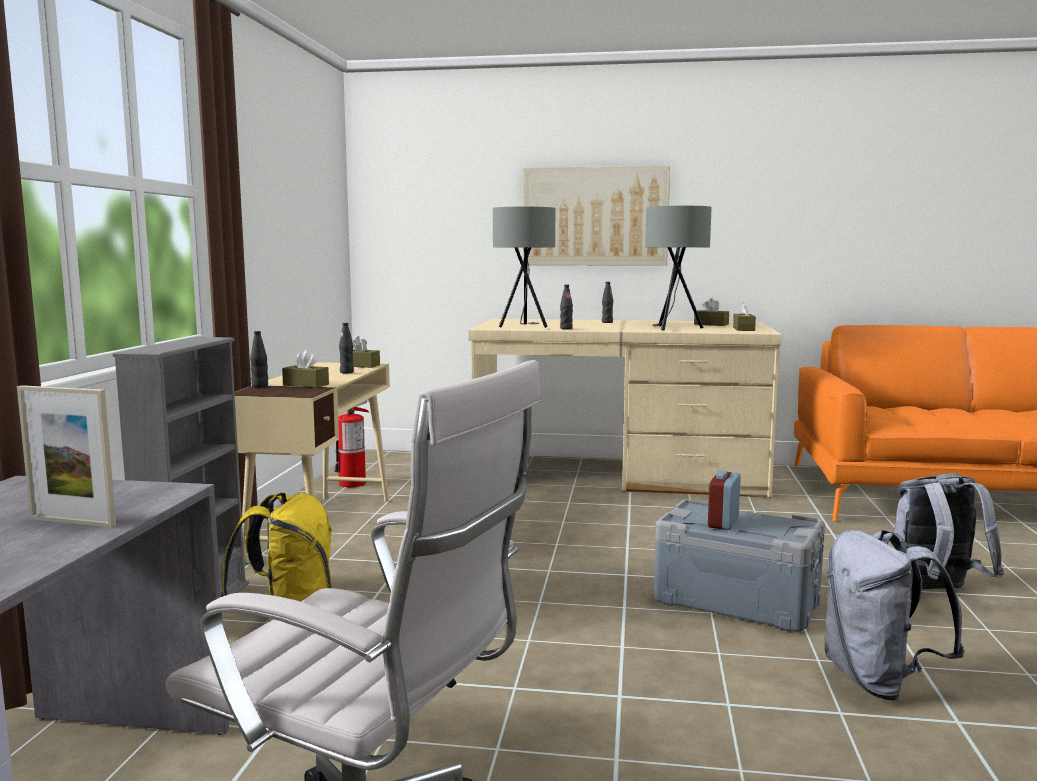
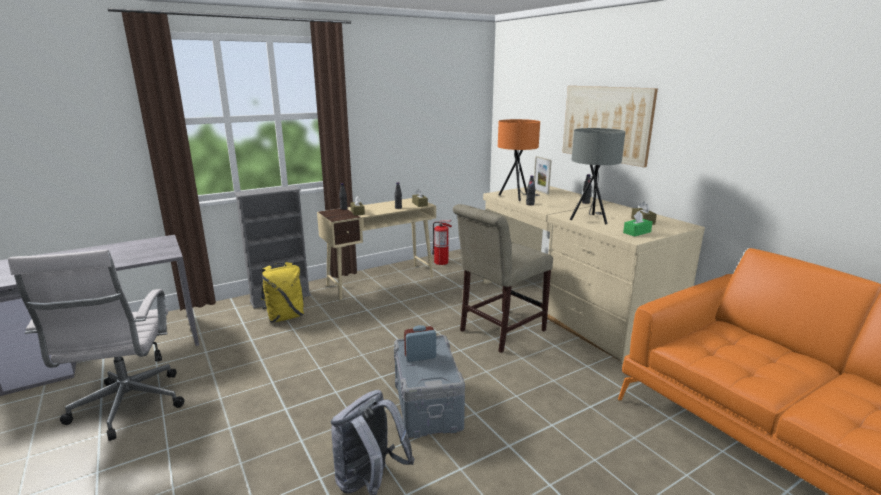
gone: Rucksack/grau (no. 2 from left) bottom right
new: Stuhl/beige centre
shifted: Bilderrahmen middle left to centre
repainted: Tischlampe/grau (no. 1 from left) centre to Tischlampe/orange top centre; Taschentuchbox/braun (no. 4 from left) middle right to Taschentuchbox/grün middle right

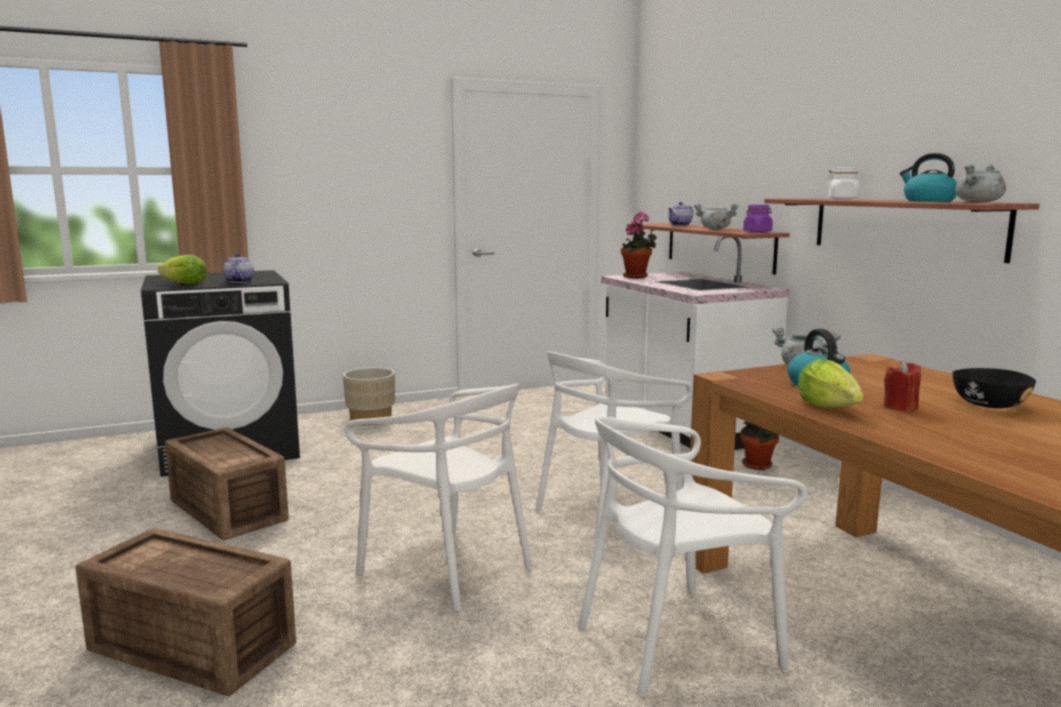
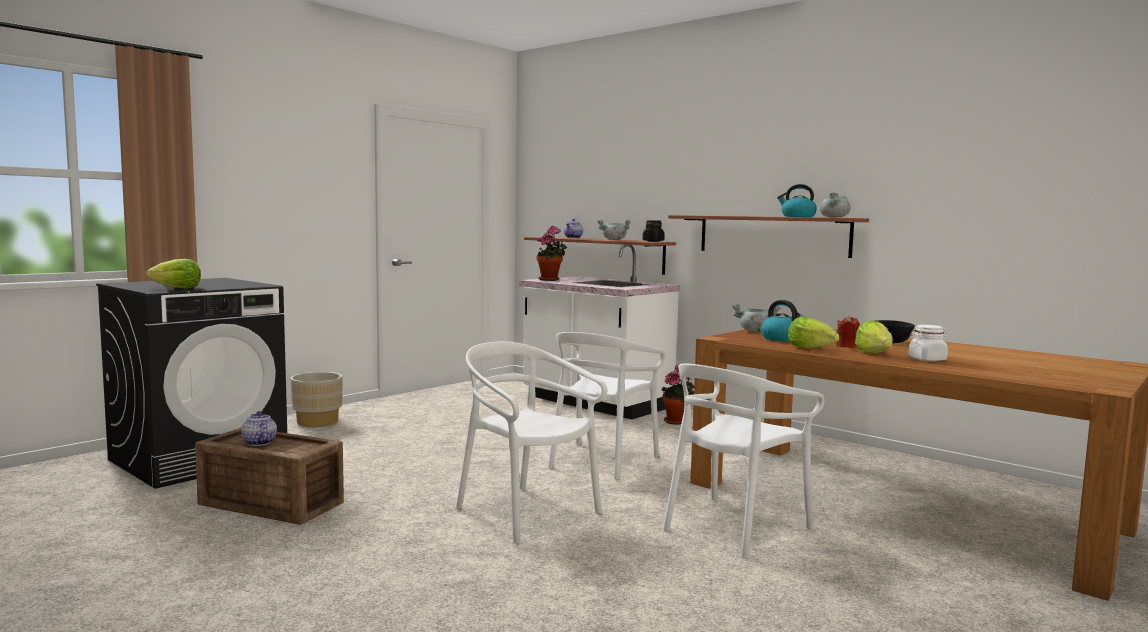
gone: Kiste (no. 1 from left) bottom left
new: Salatkopf (no. 3 from left) middle right
shifted: Vorratsglas/weiß top right to middle right; Teekanne (no. 1 from left) middle left to bottom left
repainted: Vorratsglas/lila top right to Vorratsglas/schwarz centre
rotated: Stuhl/weiß (no. 1 from left) bottom centre = bottom centre 150 degrees counterclockwise

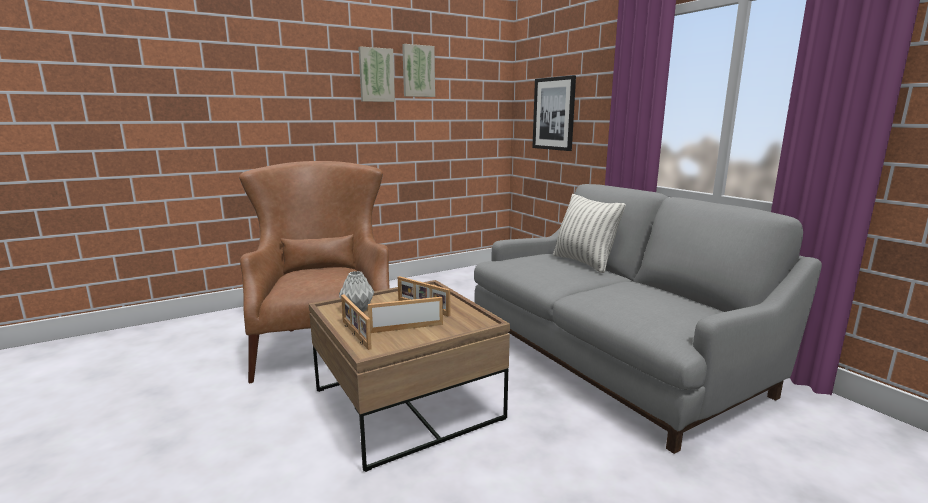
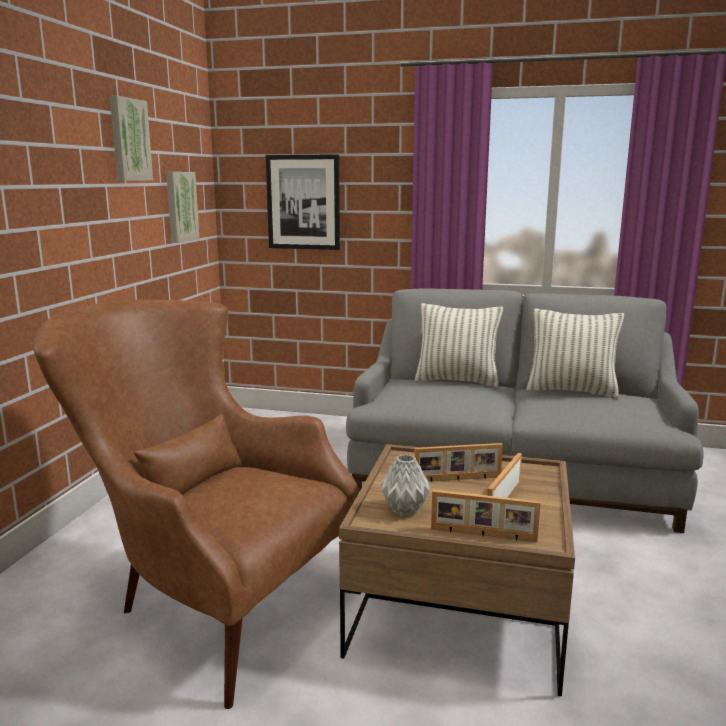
new: Kissen (no. 2 from left) middle right
shifted: Bild (no. 1 from left in the first image) top centre to Bild (no. 2 from left) top left

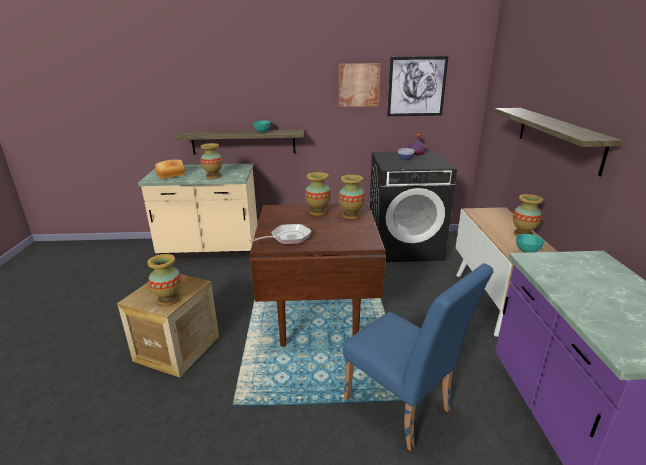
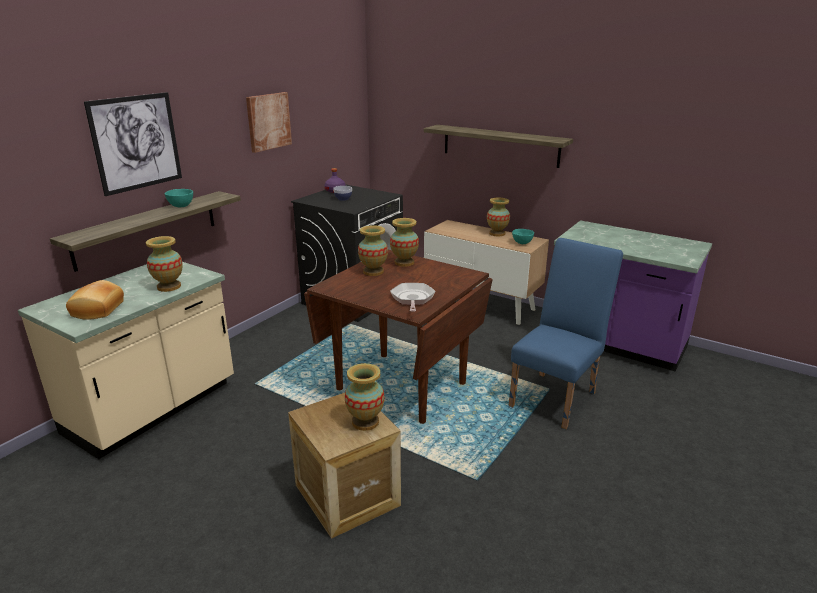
shifted: Bild (no. 2 from left in the first image) top centre to Bild (no. 1 from left) top left
rotated: Stuhl/blau bottom centre = middle right 45 degrees counterclockwise

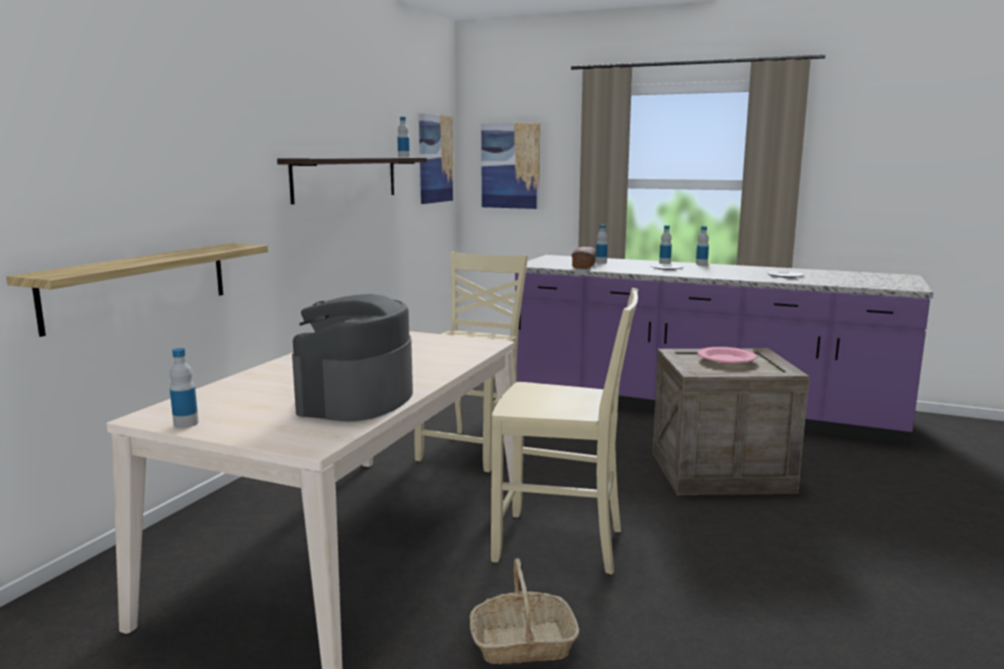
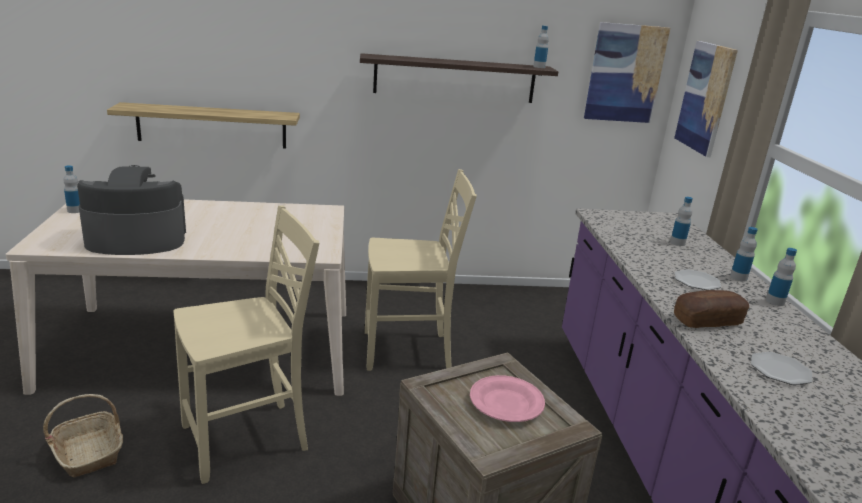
shifted: Brot centre to middle right
rotated: Stuhl/beige (no. 2 from left in the first image) centre = bottom left 105 degrees counterclockwise

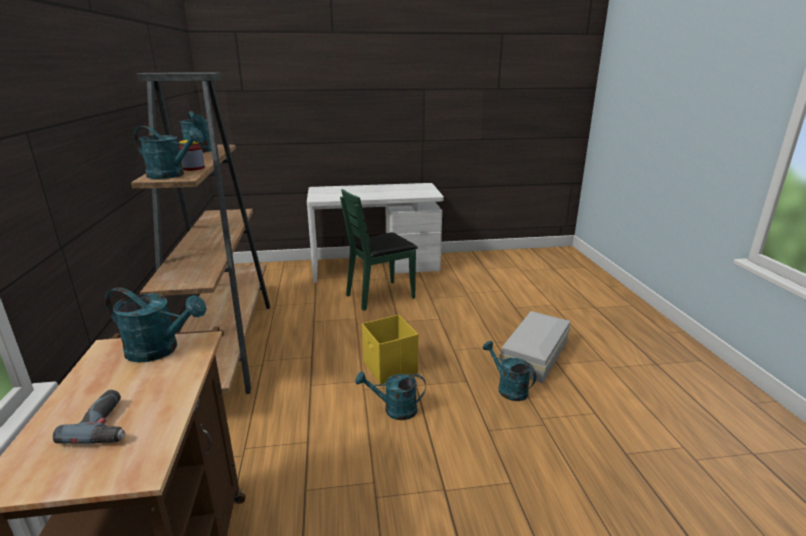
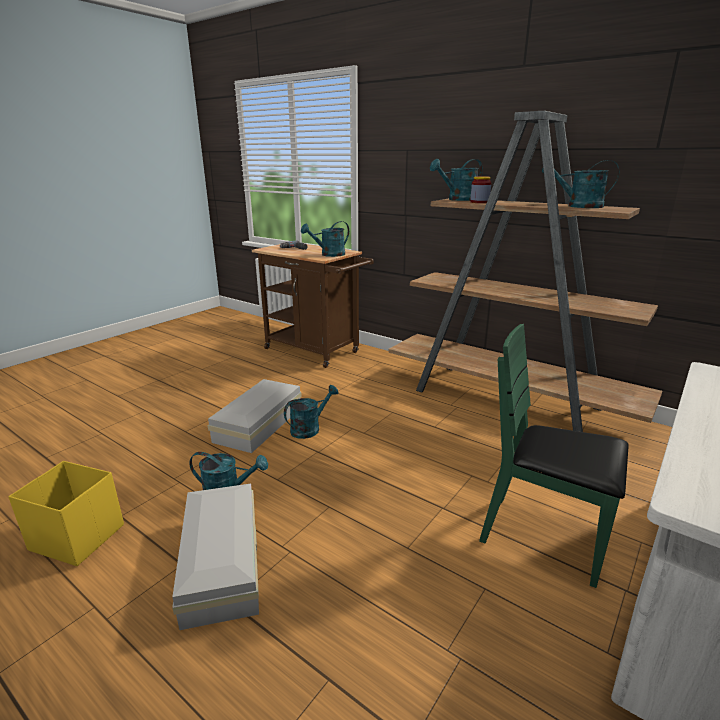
new: Aufbewahrungsbox/weiß (no. 2 from left) centre
shifted: Aufbewahrungsbox/gelb centre to bottom left
rotated: Stuhl/grün centre = middle right 75 degrees counterclockwise

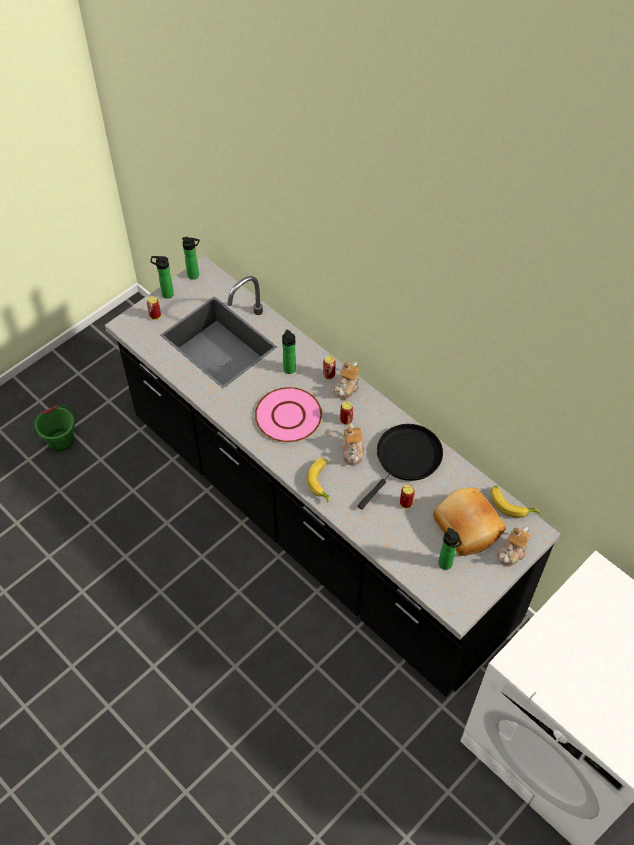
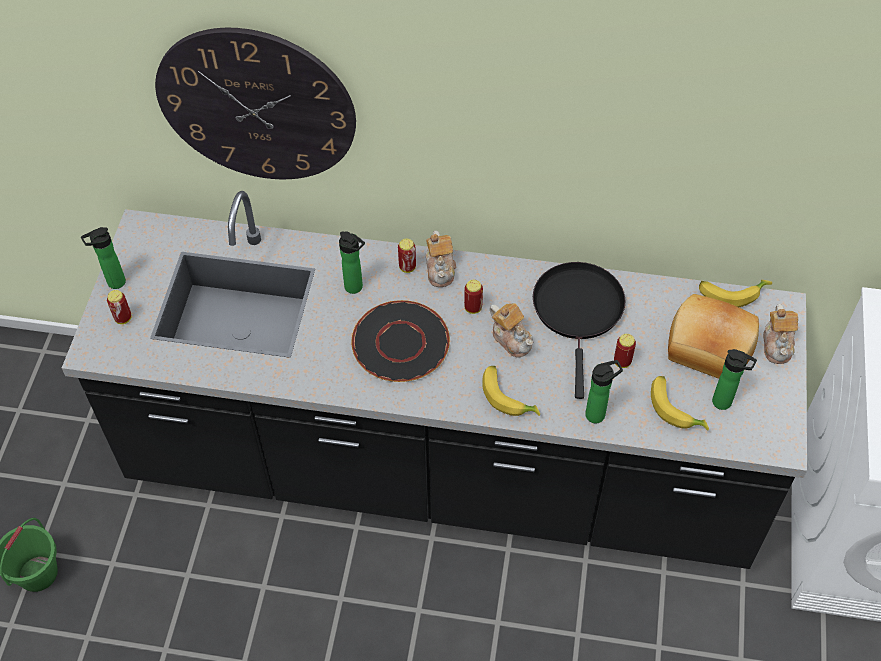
new: Wanduhr top left; Banane (no. 2 from left) middle right
shifted: Flasche (no. 2 from left in the first image) top left to Flasche (no. 3 from left) middle right
repainted: Teller/rosa centre to Teller/schwarz centre

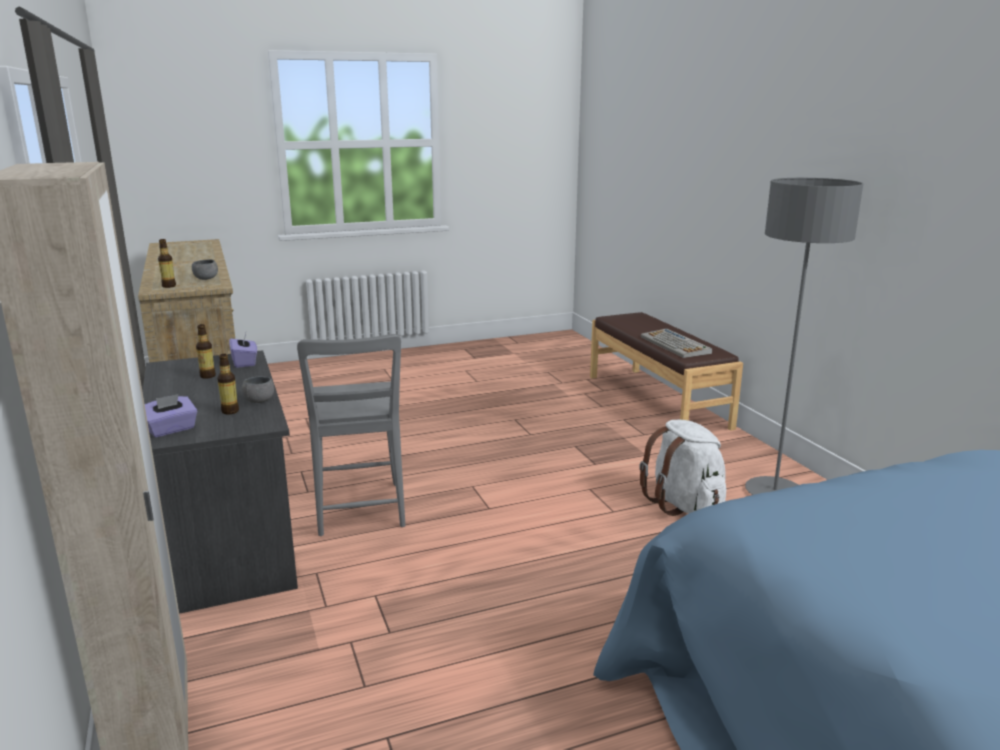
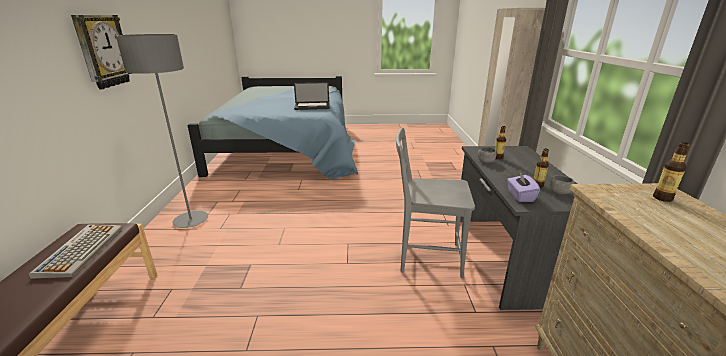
gone: Taschentuchbox/lila (no. 1 from left) middle left; Rucksack/weiß middle right
new: Wanduhr top left; Laptop top centre
shifted: Schüssel/grau (no. 1 from left in the first image) middle left to Schüssel/grau (no. 2 from left) middle right
rotated: Stuhl/grau centre = centre 90 degrees counterclockwise

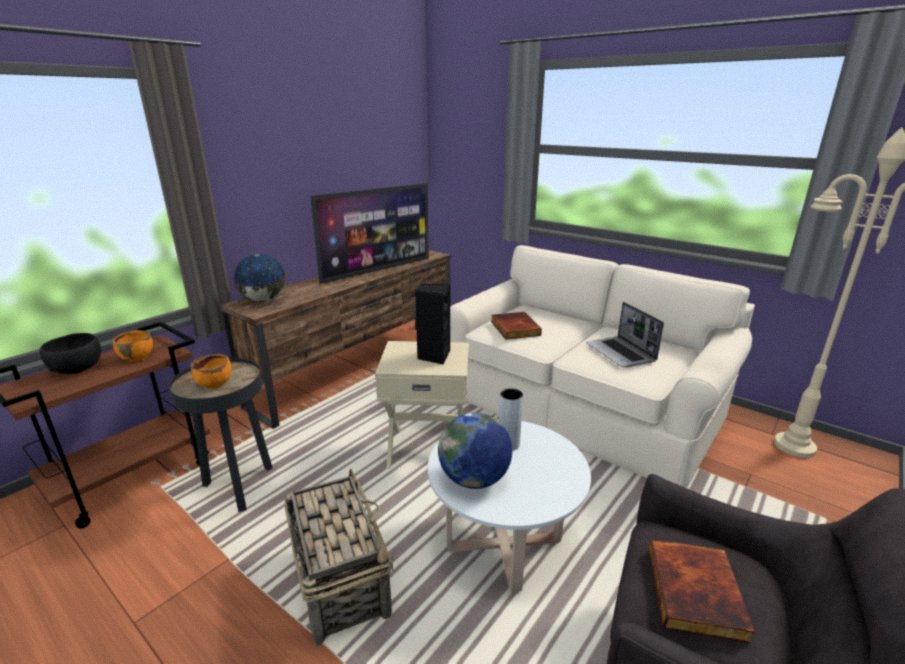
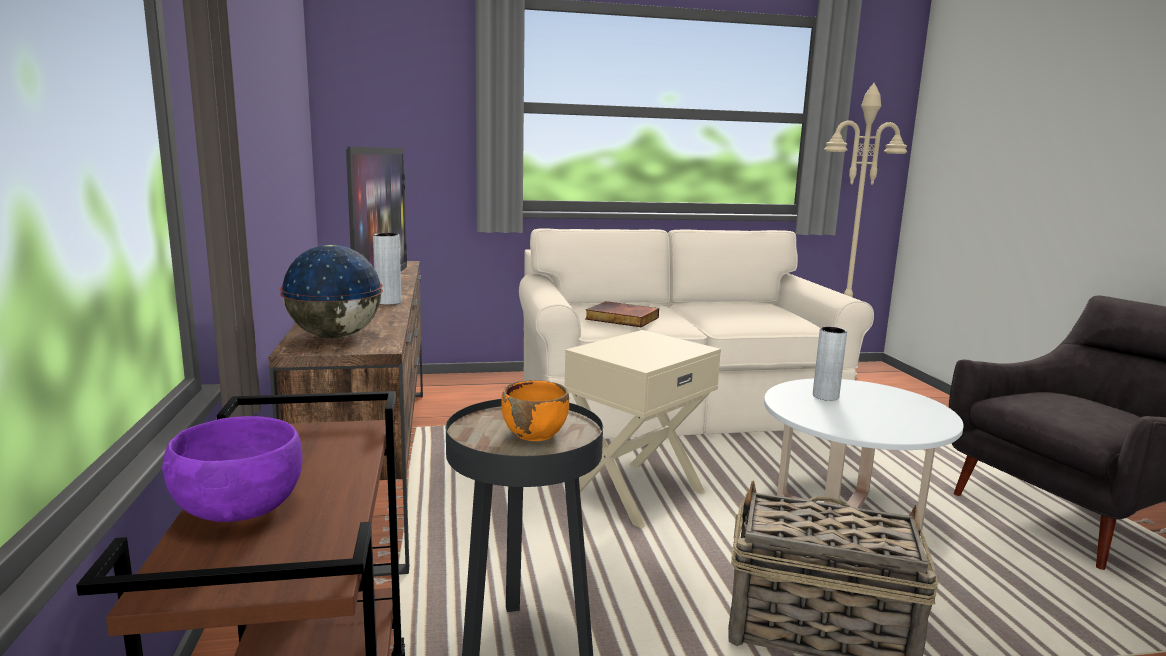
gone: Lautsprecher/schwarz centre; Laptop middle right; Schüssel/orange (no. 1 from left) middle left; Globus (no. 2 from left) bottom centre; Buch (no. 2 from left) bottom right
new: Vase/grau (no. 1 from left) middle left
repainted: Schüssel/schwarz middle left to Schüssel/lila bottom left

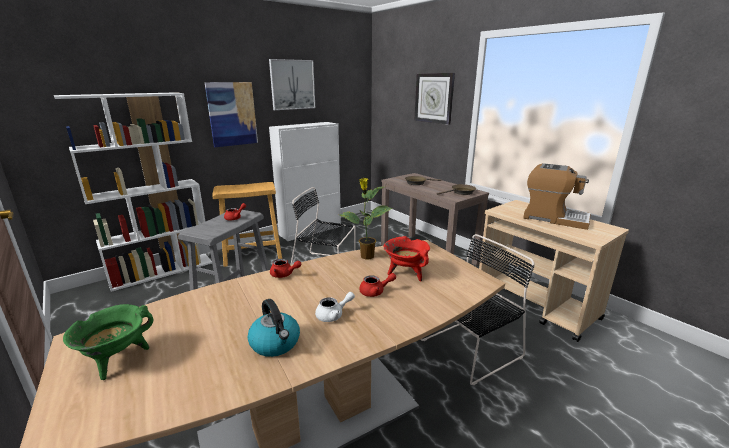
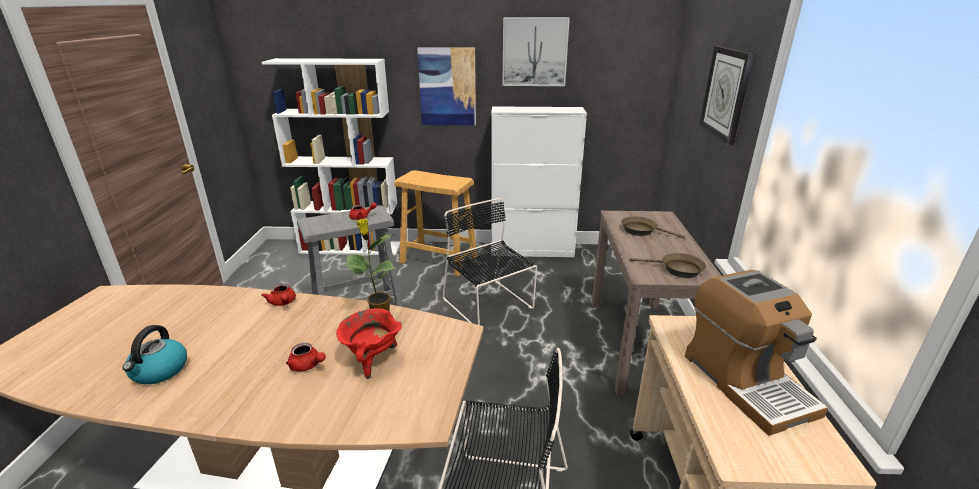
gone: Teekanne/weiß bottom centre; Kochtopf/grün bottom left

